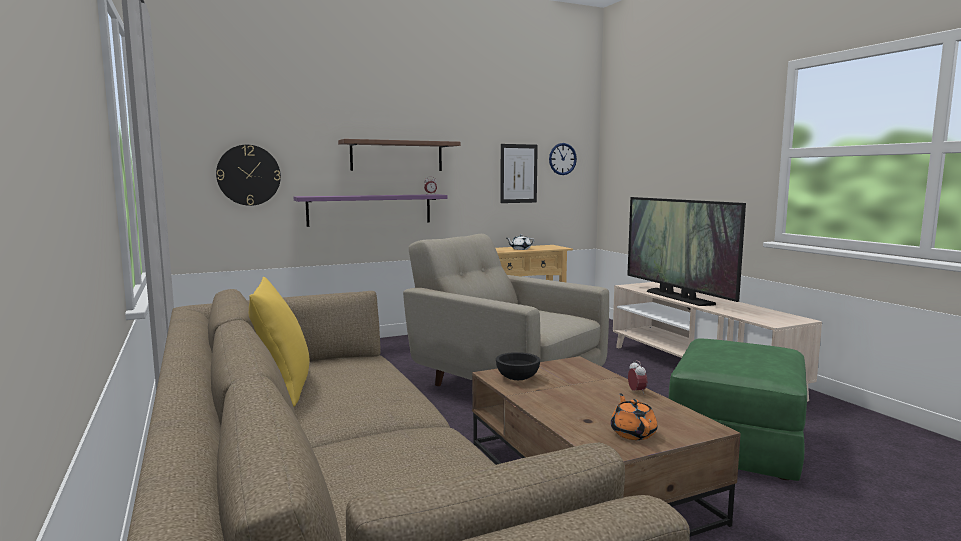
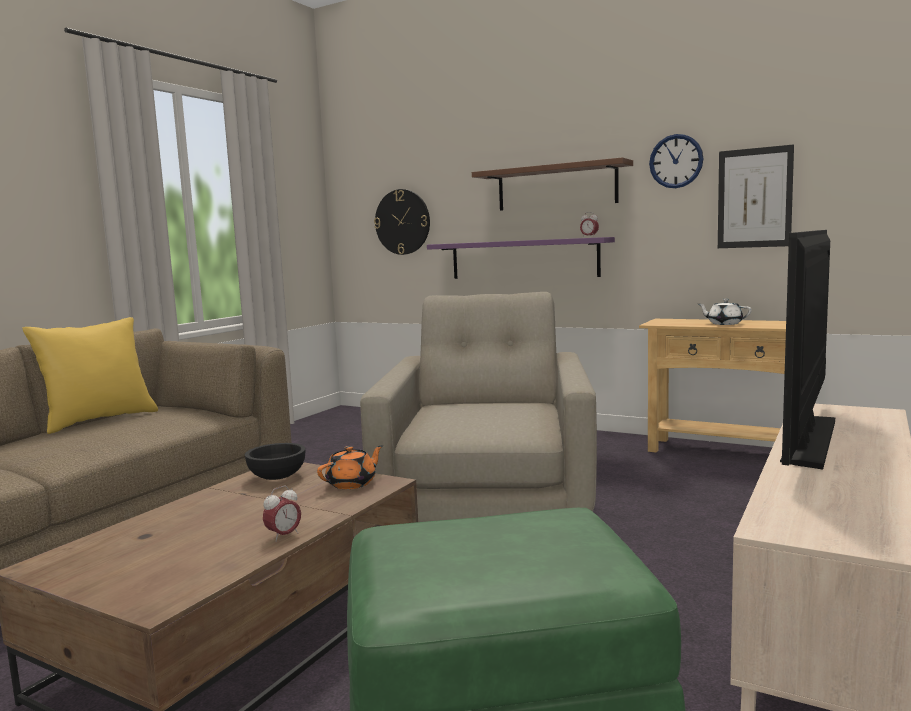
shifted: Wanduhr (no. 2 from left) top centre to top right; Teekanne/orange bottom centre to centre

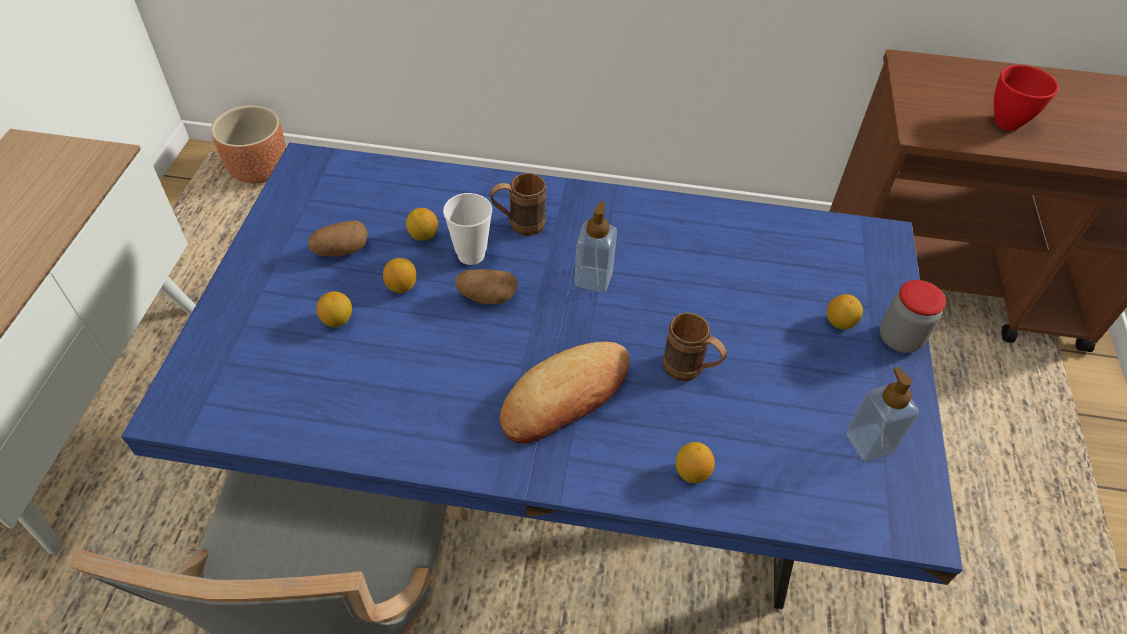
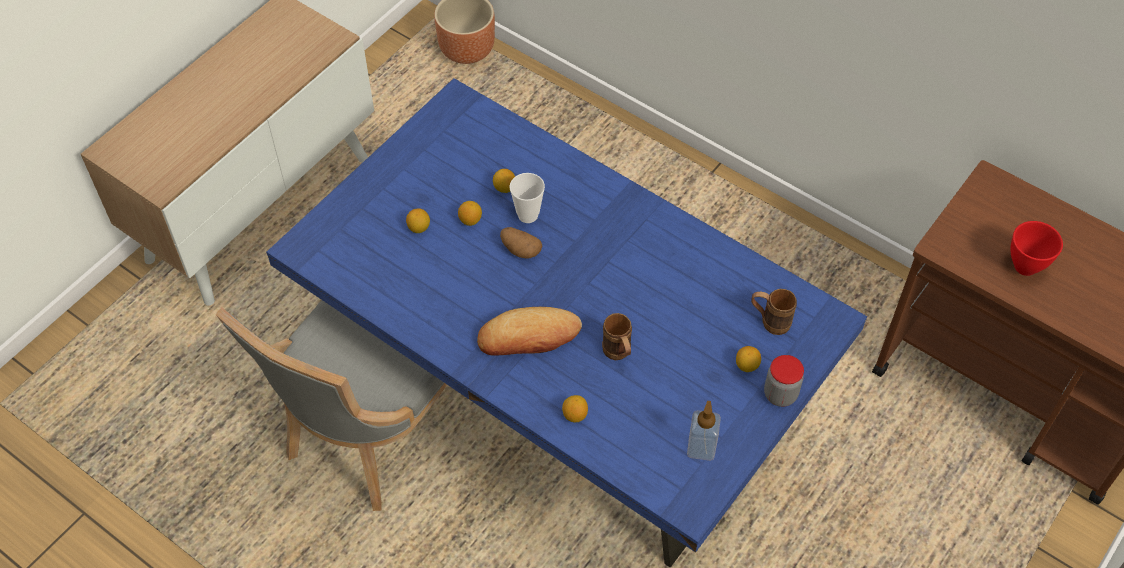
gone: Seifenspender (no. 1 from left) centre; Kartoffel (no. 1 from left) middle left
shifted: Henkelbecher/braun (no. 1 from left in the first image) top centre to Henkelbecher/braun (no. 2 from left) middle right

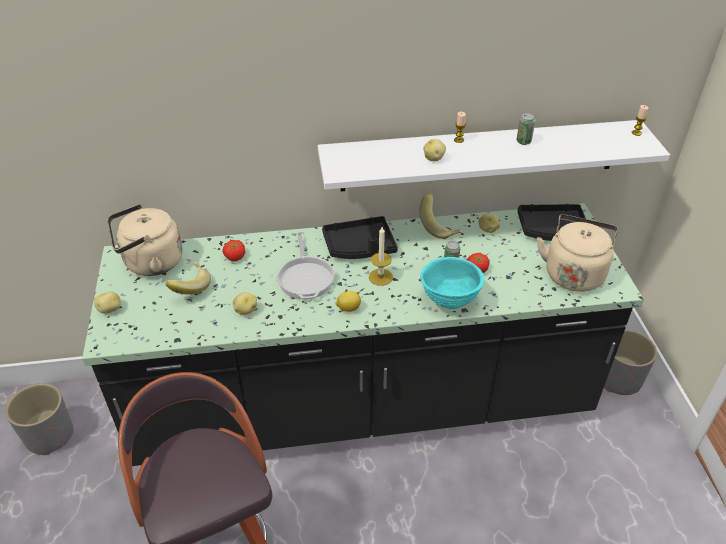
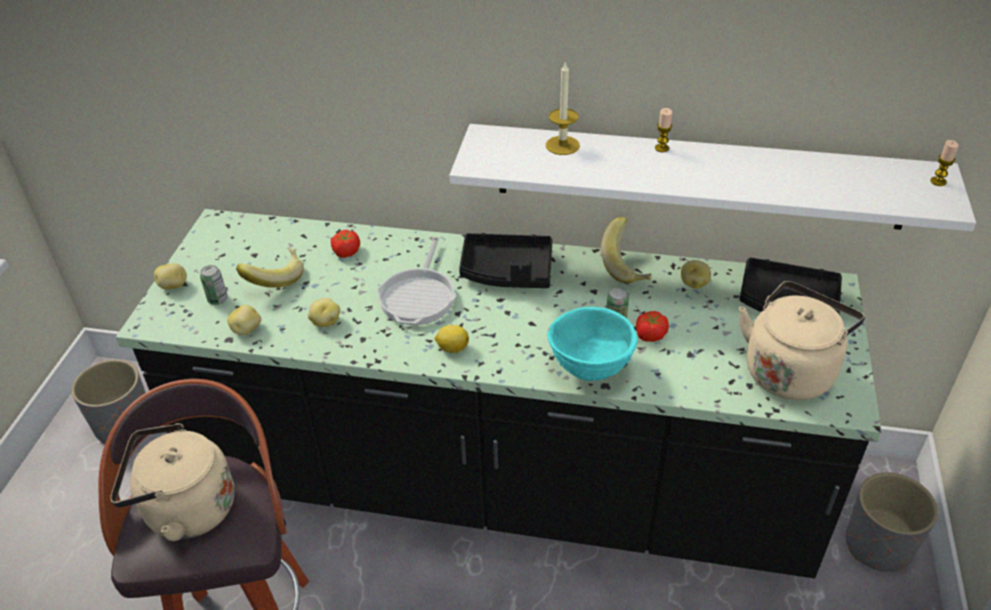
shifted: Dose (no. 2 from left in the first image) top right to Dose (no. 1 from left) middle left; Kartoffel (no. 3 from left in the first image) top centre to Kartoffel (no. 2 from left) middle left; Wasserkessel/beige (no. 1 from left) middle left to bottom left; Kerze (no. 1 from left) centre to top centre

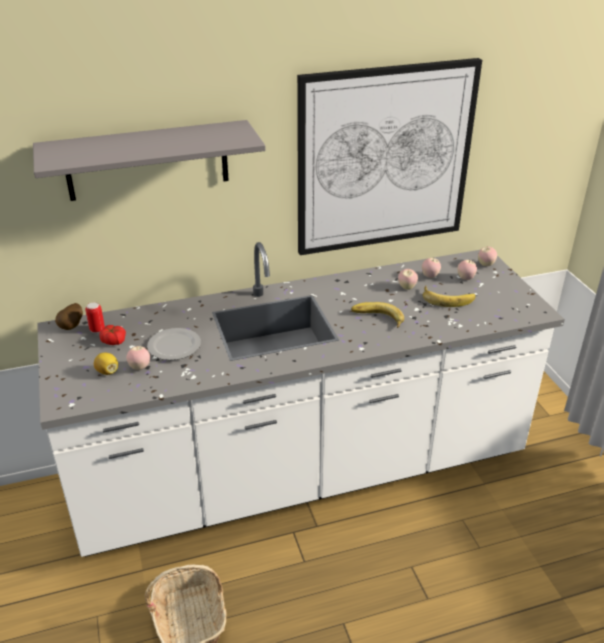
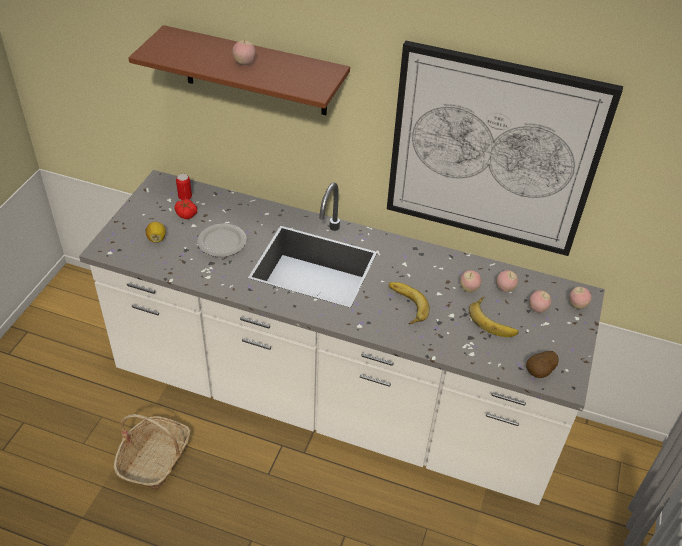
shifted: Kartoffel middle left to bottom right; Apfel (no. 1 from left) middle left to top centre
repainted: Wandregal/grau top left to Wandregal/braun top centre

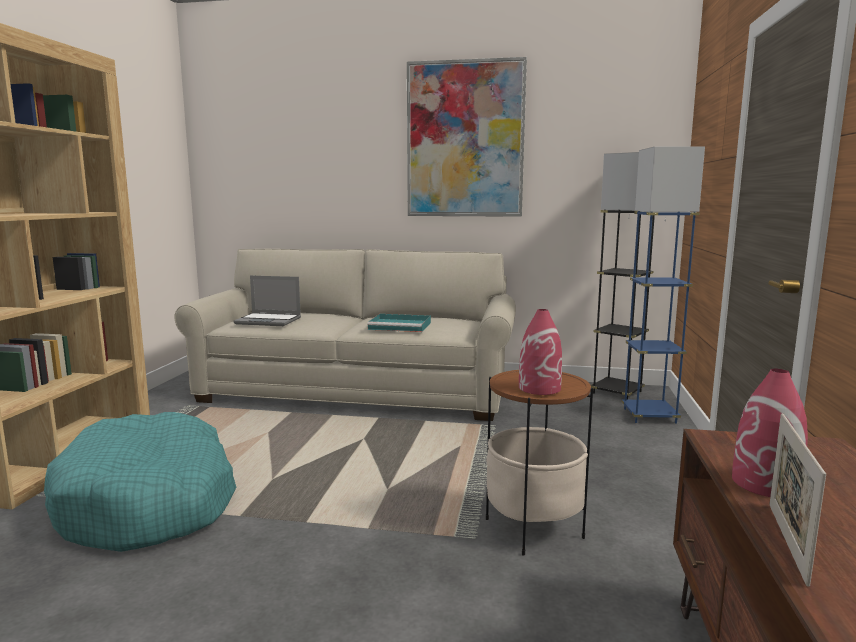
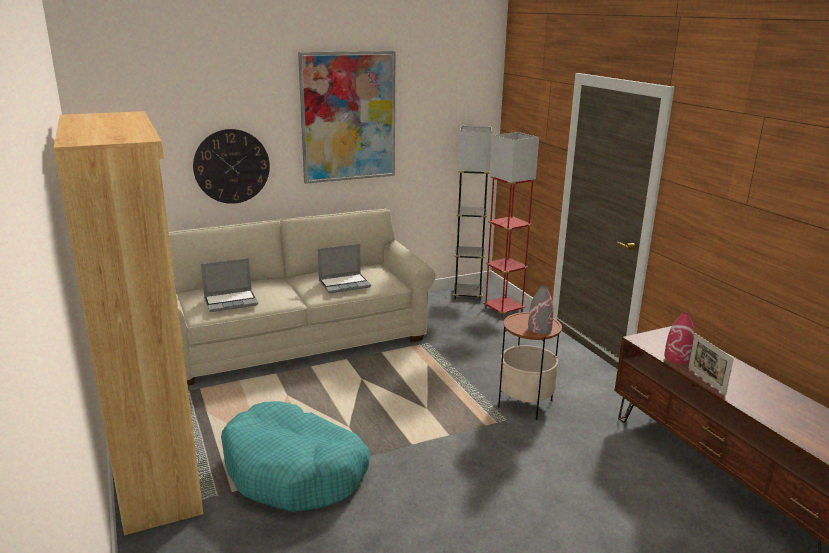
new: Wanduhr top left
swapped: Tablett/türkis centre to Laptop (no. 2 from left) centre
repainted: Stehlampe/blau middle right to Stehlampe/rot centre; Vase/rot (no. 1 from left) centre to Vase/grau centre

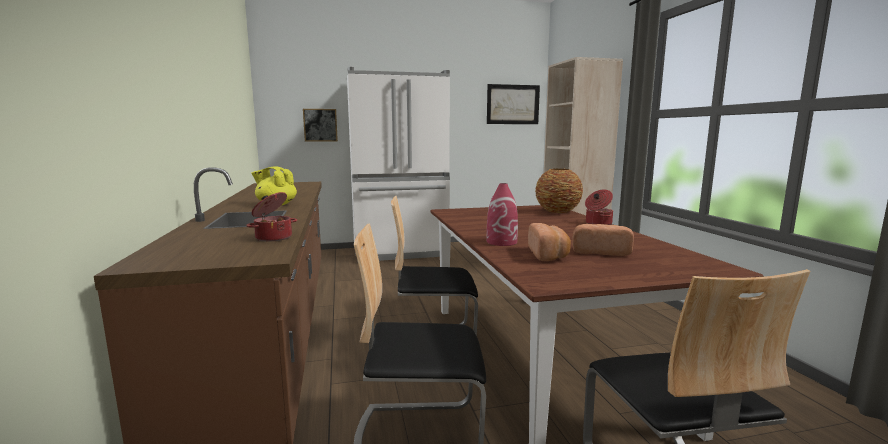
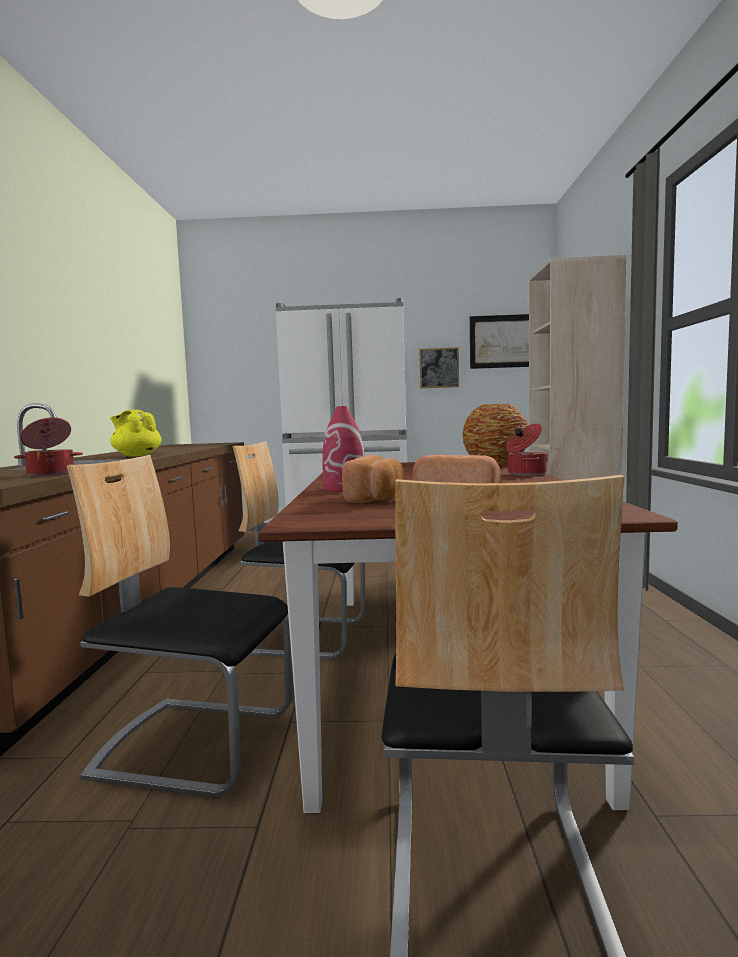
shifted: Bild (no. 1 from left) top centre to centre

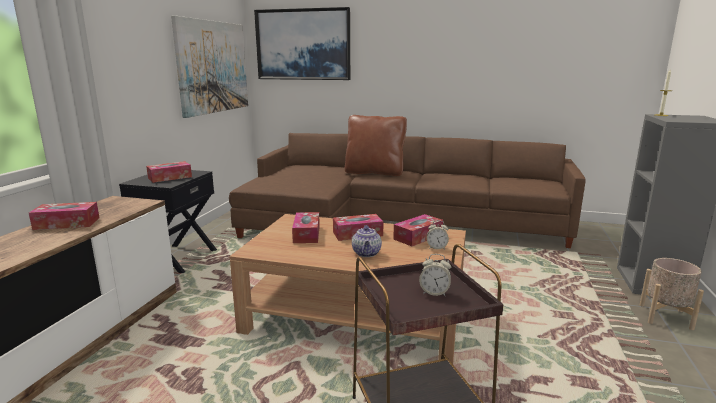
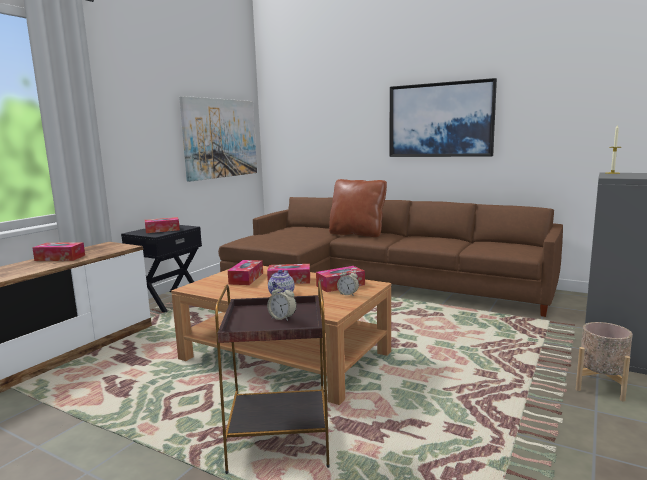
shifted: Bild (no. 2 from left) top centre to top right

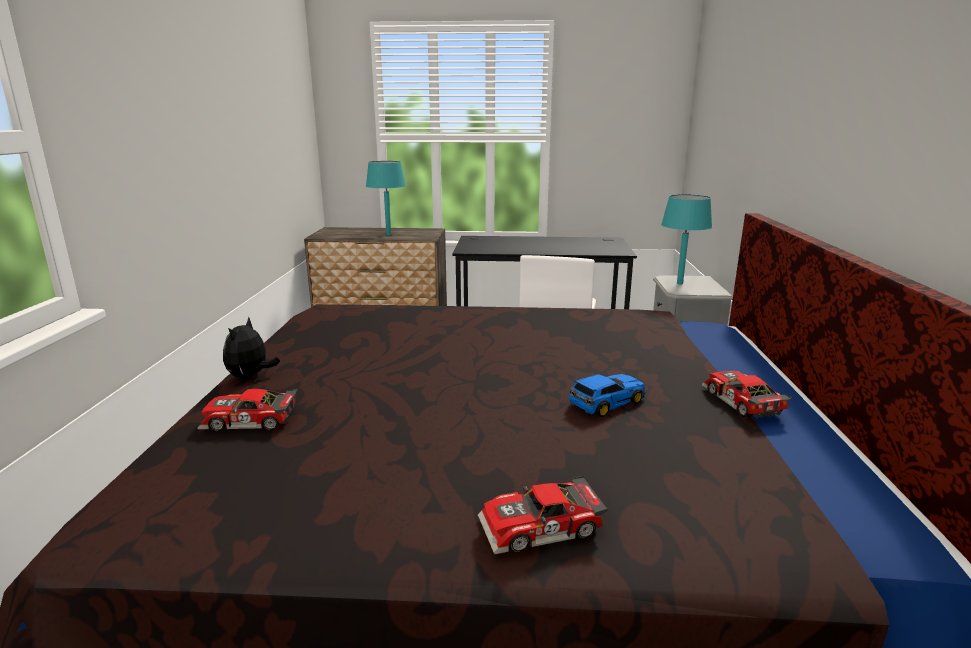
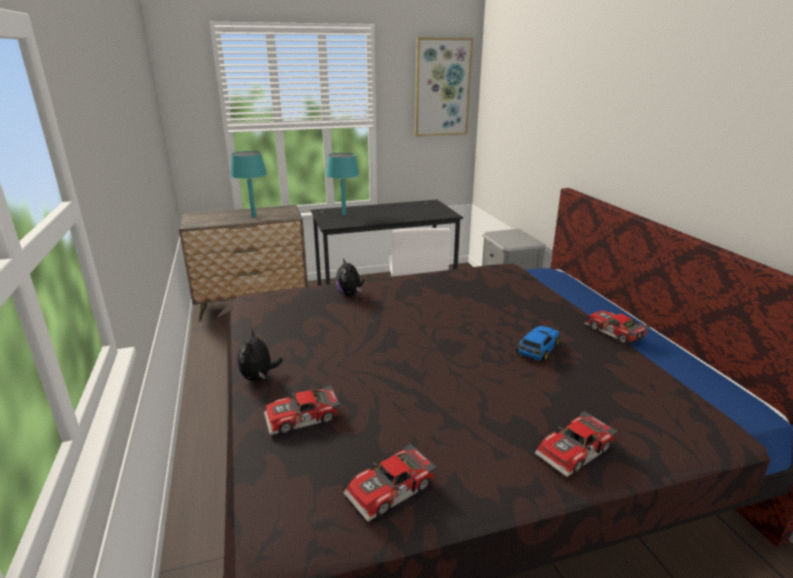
new: Bild top centre; Plüschtier (no. 2 from left) centre; Spielzeugauto (no. 2 from left) bottom centre
shifted: Tischlampe/türkis (no. 2 from left) middle right to top centre

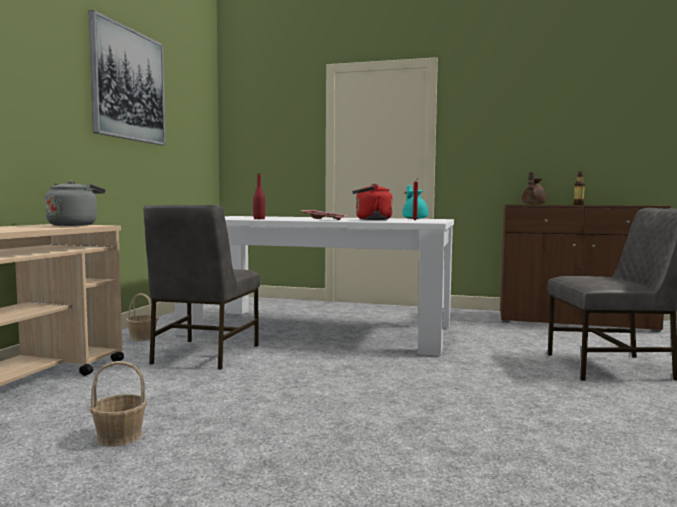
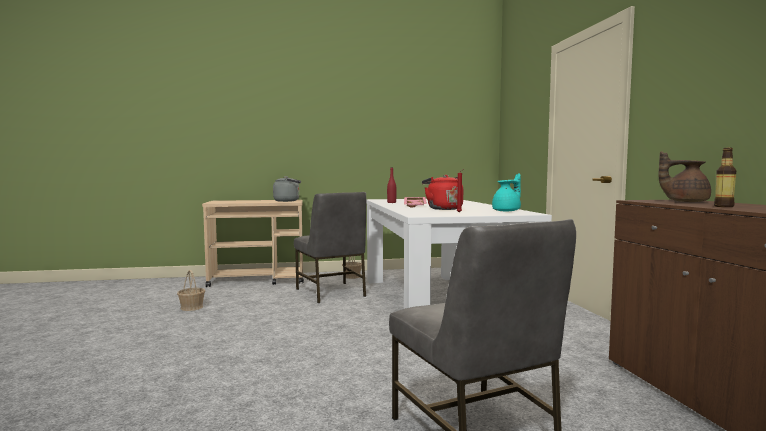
gone: Bild top left
rotated: Stuhl/grau (no. 1 from left) middle left = centre 105 degrees counterclockwise

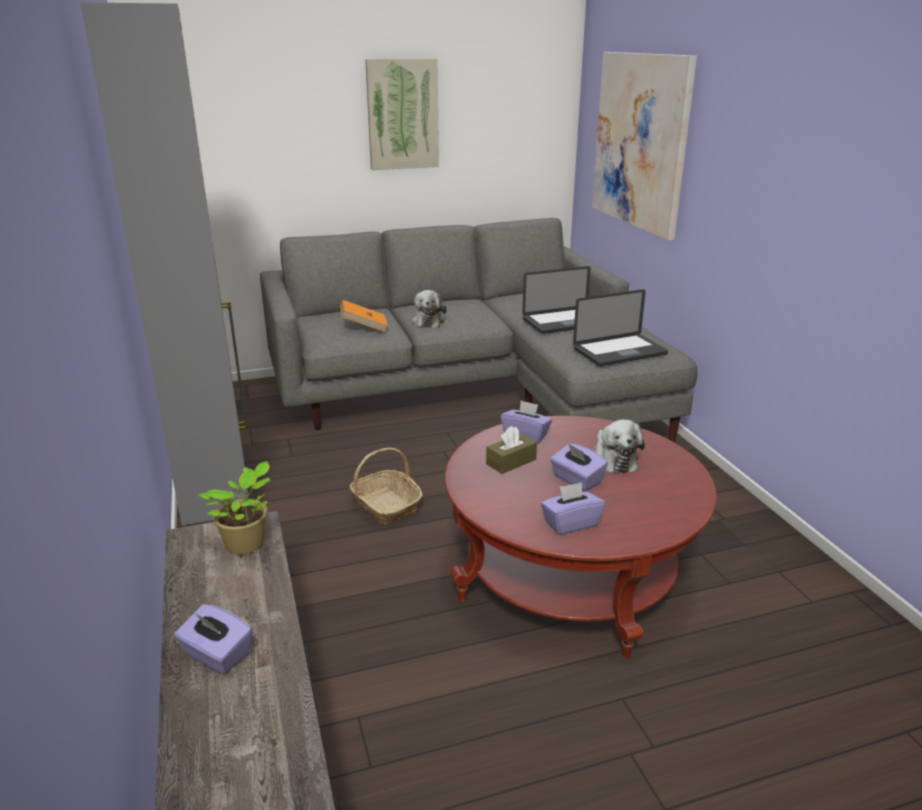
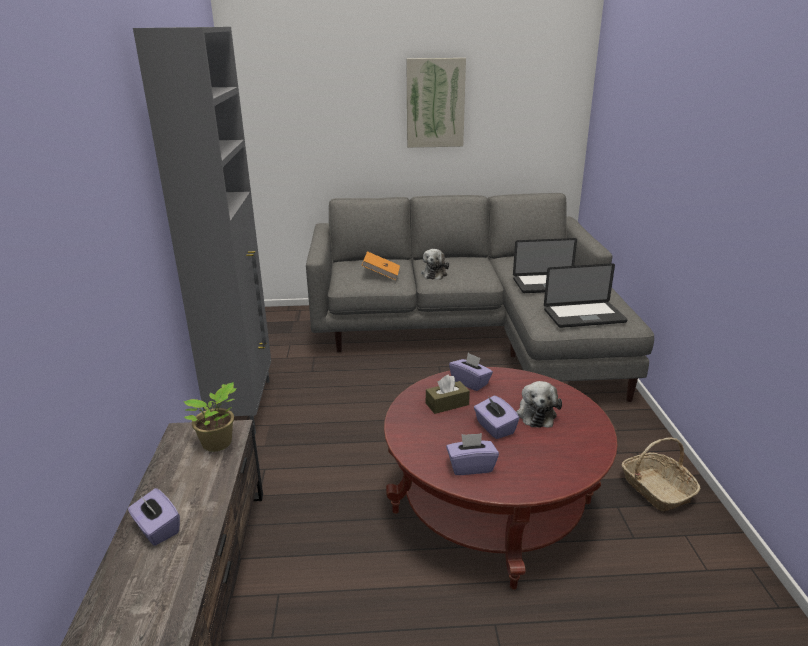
gone: Bild (no. 2 from left) top right
shifted: Korb centre to bottom right

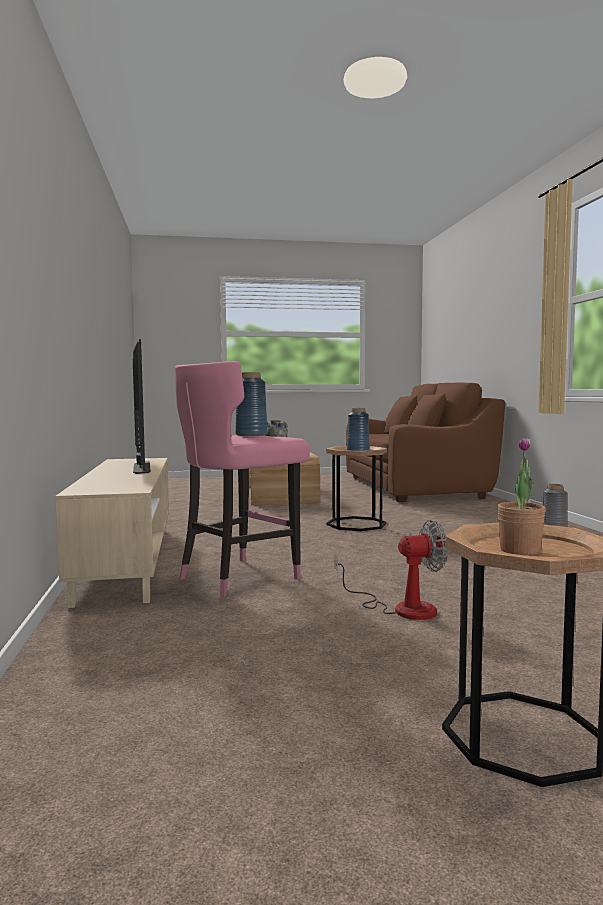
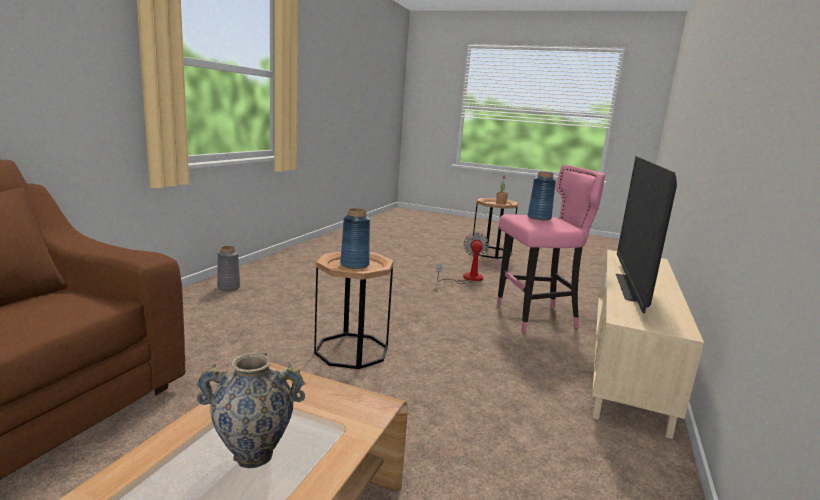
rotated: Ventilator centre = centre 75 degrees clockwise

